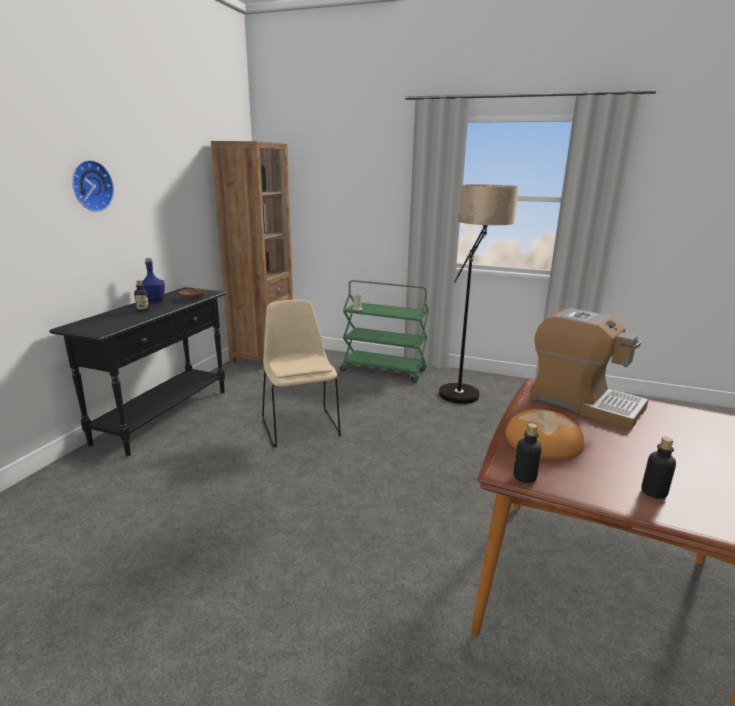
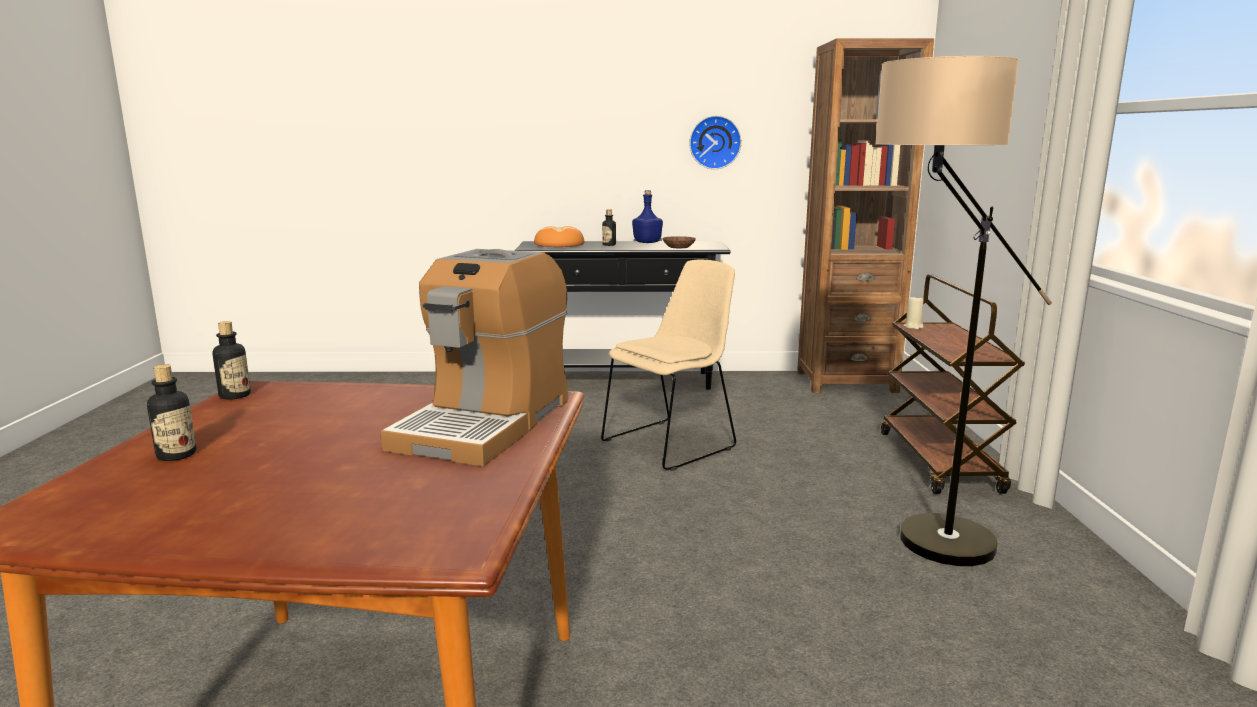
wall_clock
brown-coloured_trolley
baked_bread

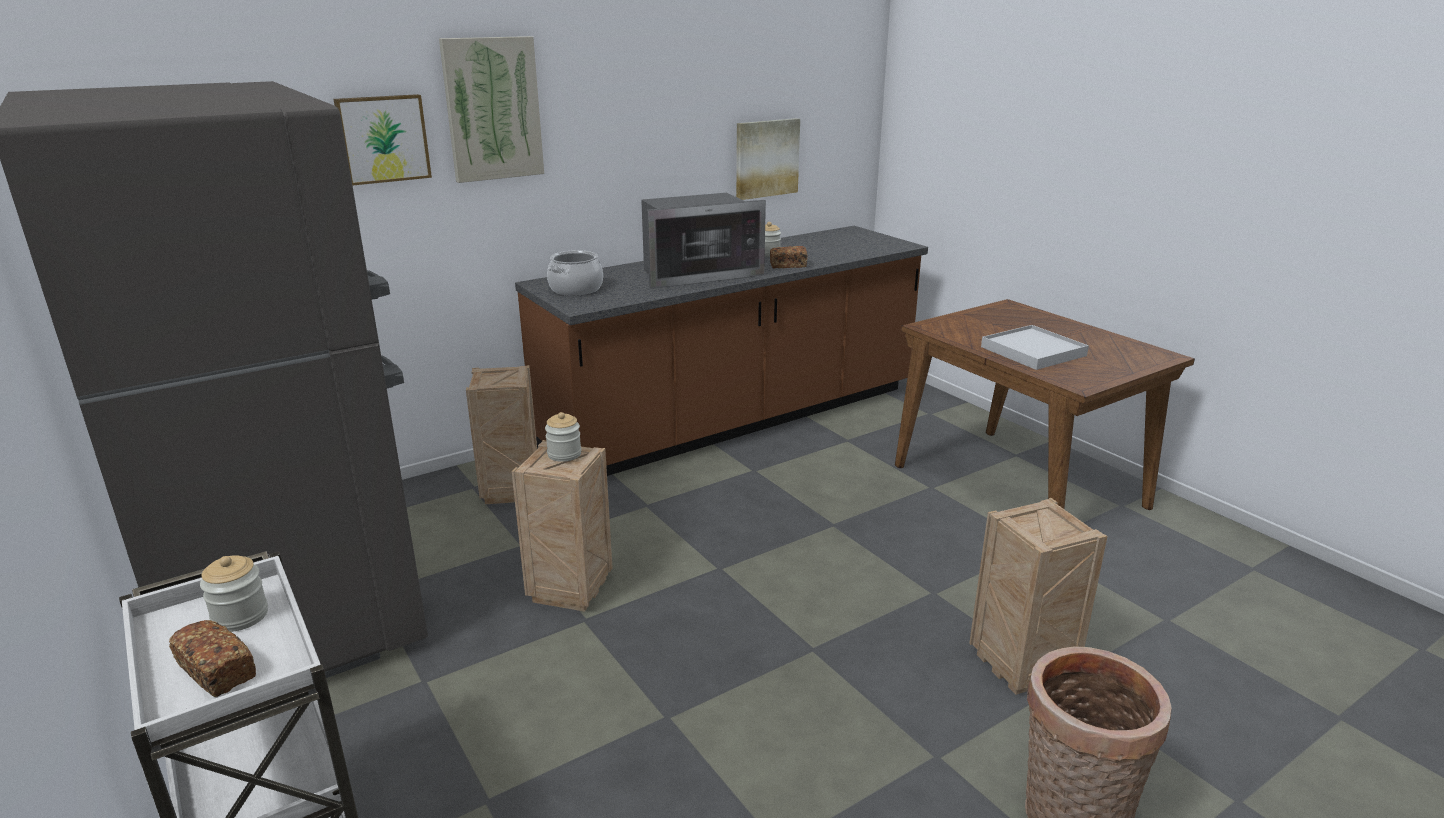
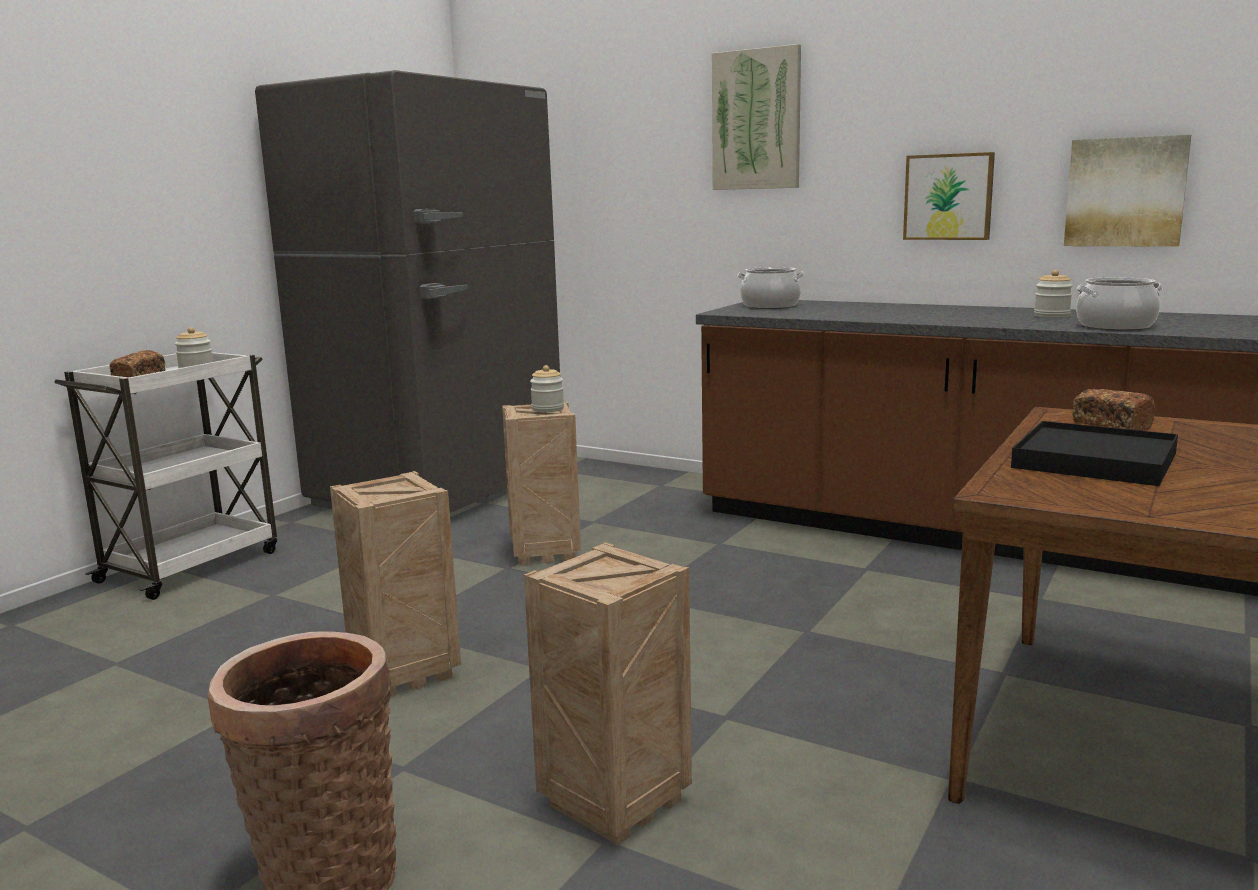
wall_art (2nd from left)
crate (1st from left)
microwave_oven
baked_bread (2nd from left)
blackish_carrying_tray
cooking_pot (2nd from left)

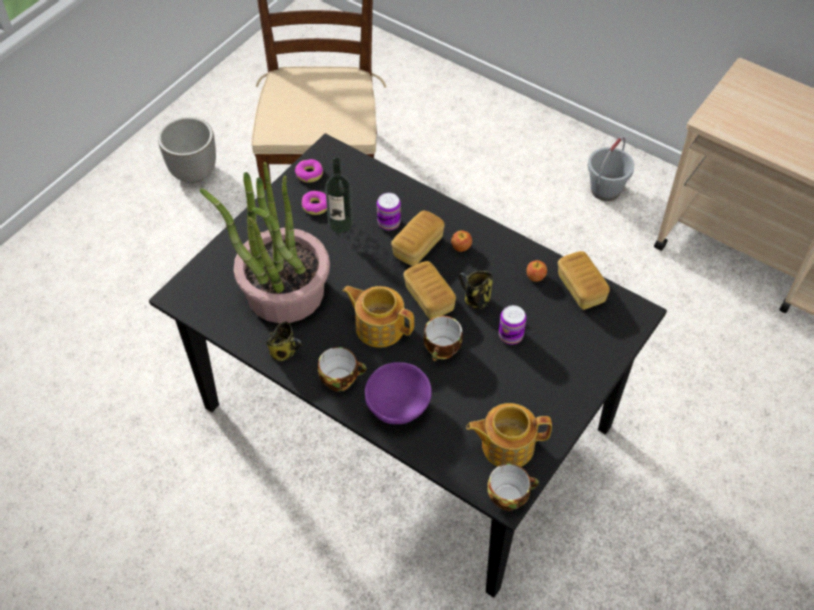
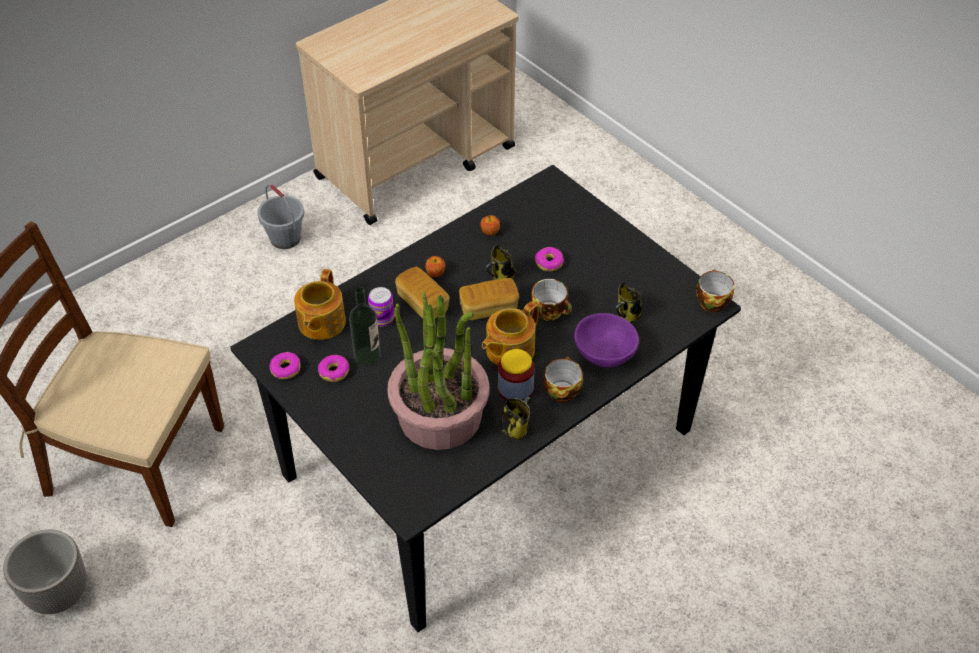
teapot (1st from left)
doughnut (3rd from left)
baked_bread (3rd from left in the first image)
jar
tea_mug (3rd from left)

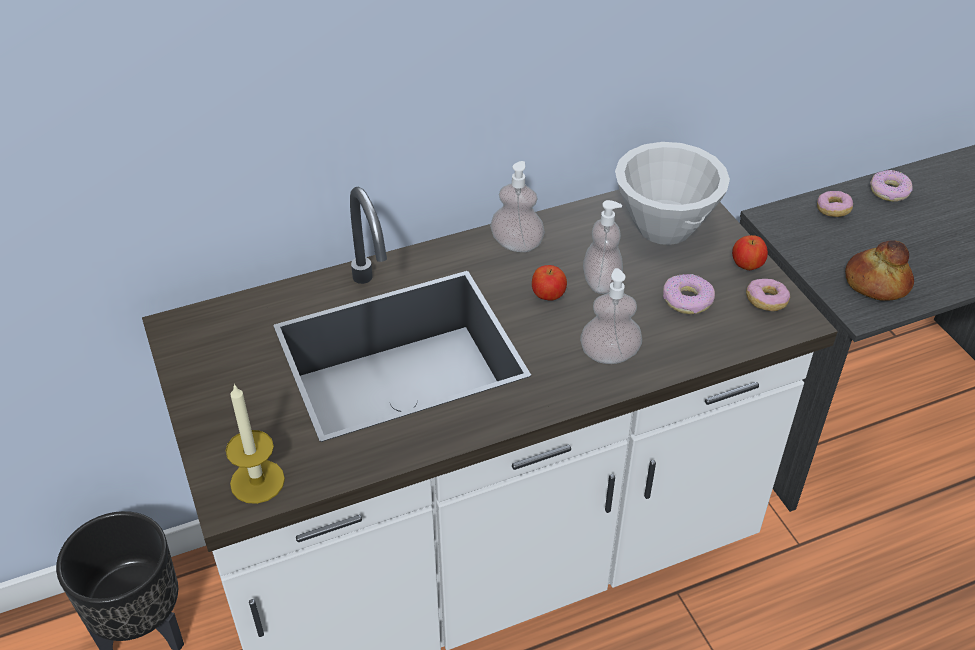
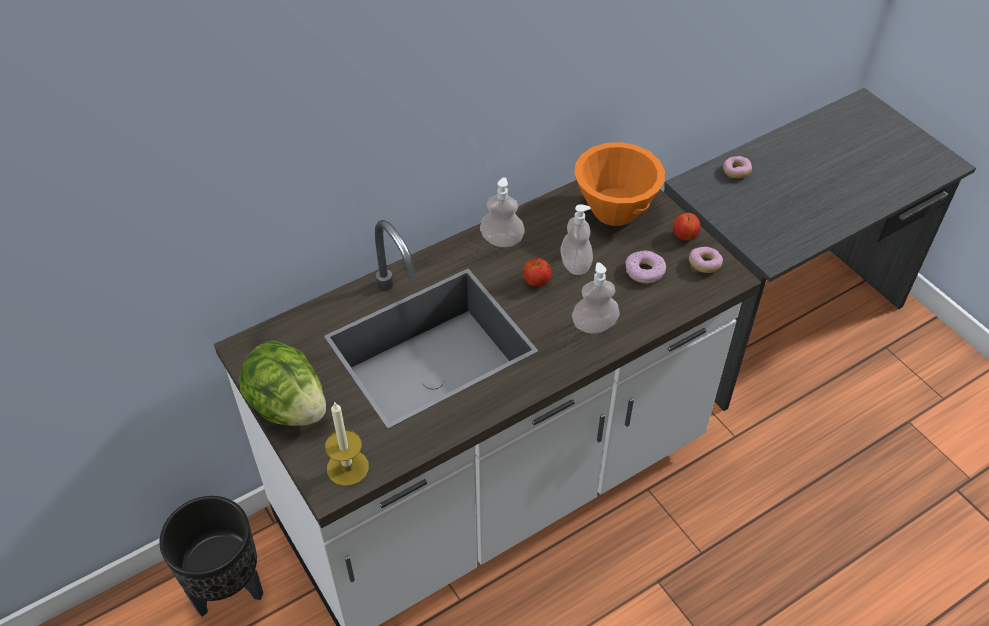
orange-coloured_serving_bowl
baked_bread
doughnut (4th from left in the first image)
lettuce

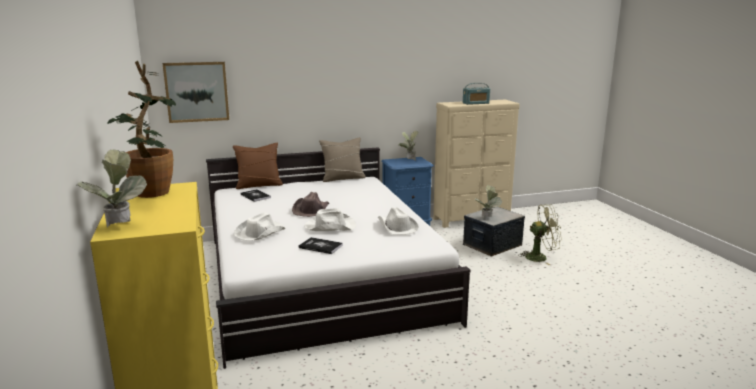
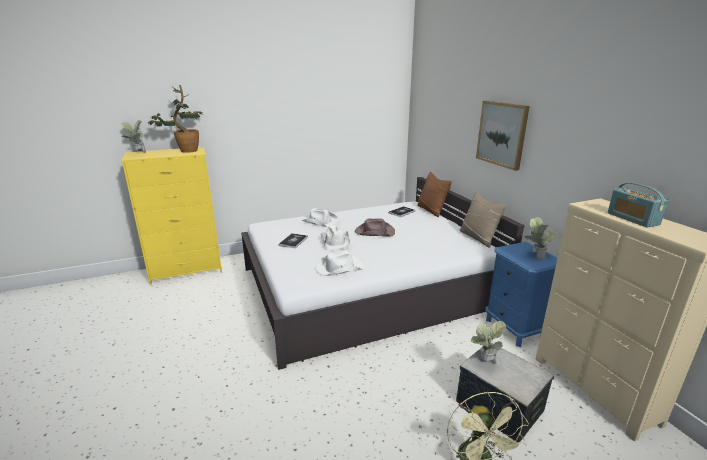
wall_art

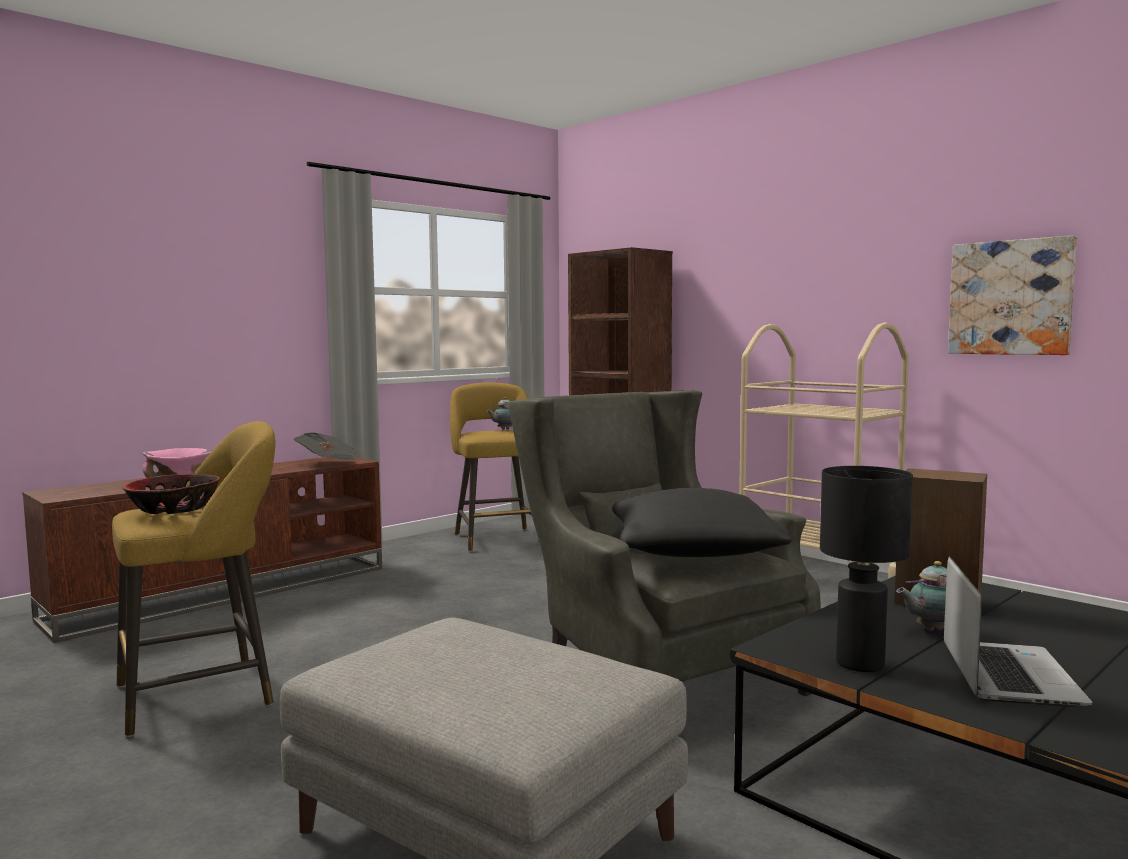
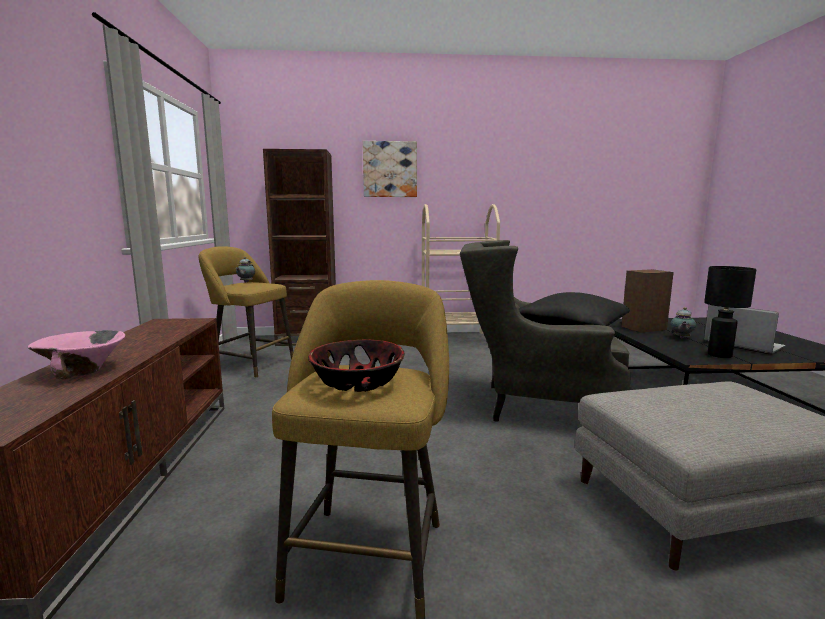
newspaper
wall_art

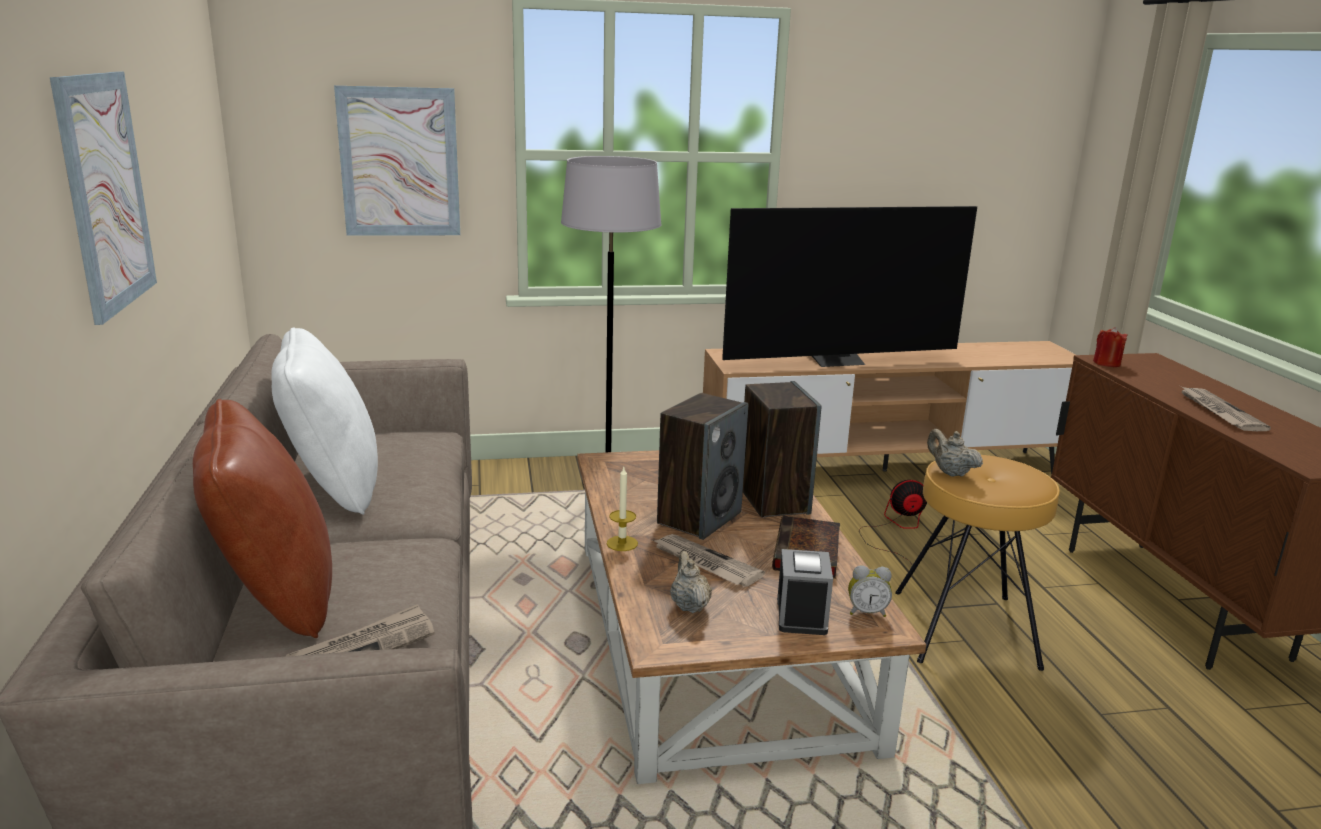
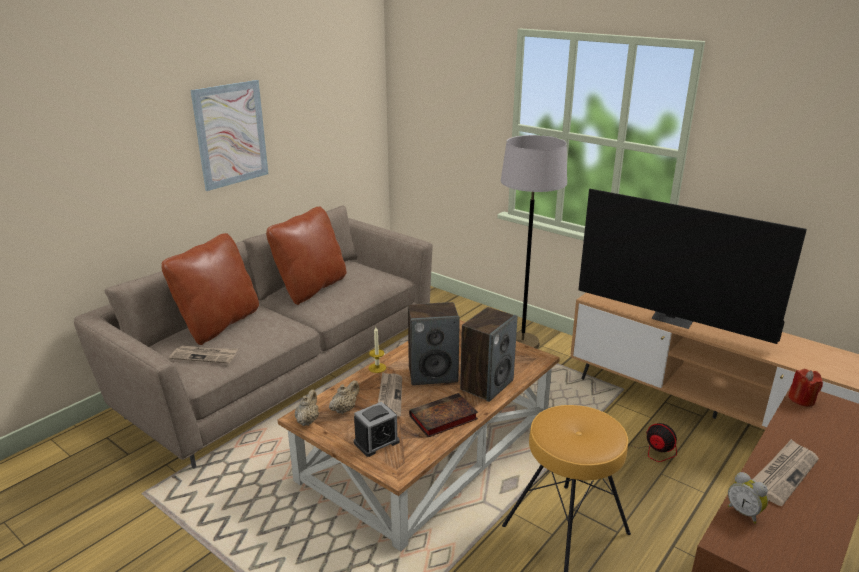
brown-coloured_pillow (2nd from left)
wall_art (2nd from left in the first image)
table_clock (2nd from left)
beige-coloured_teapot (1st from left)

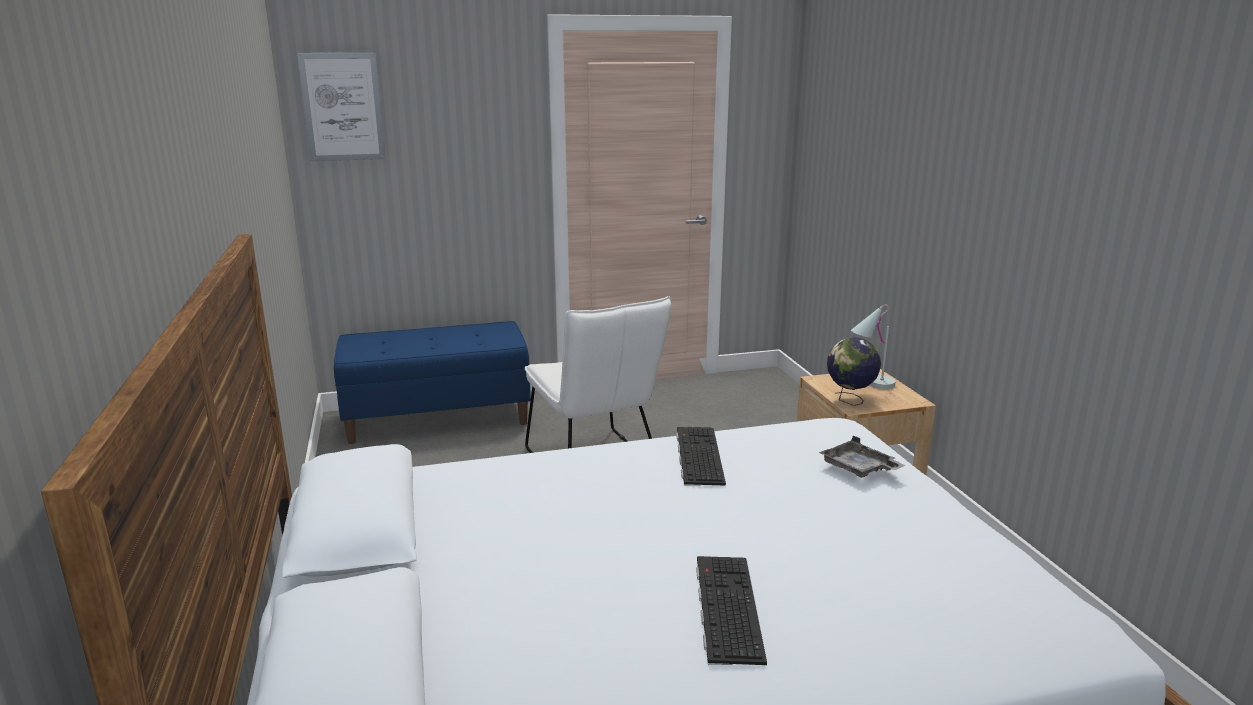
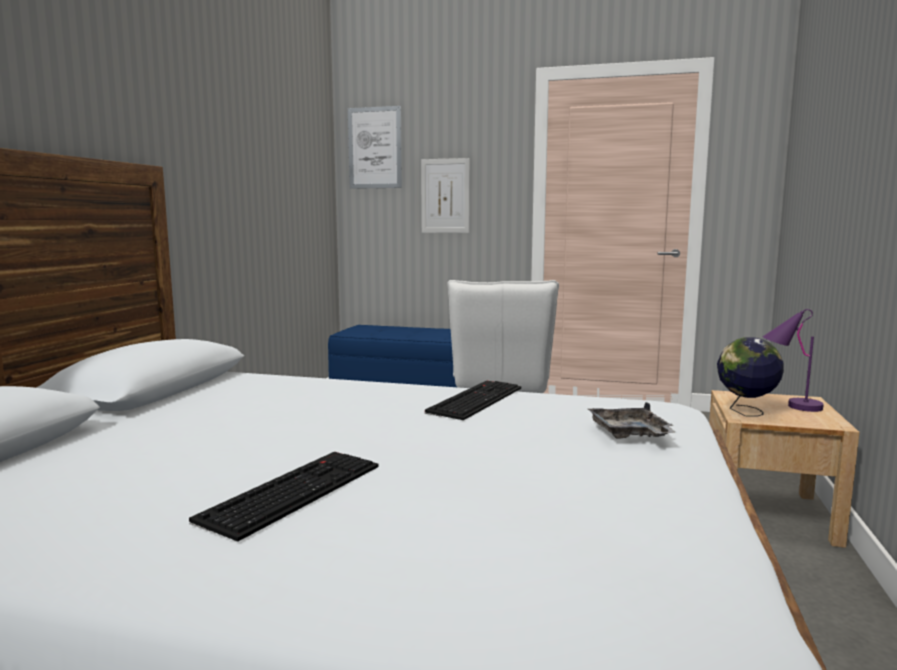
purplish_table_lamp
wall_art (2nd from left)

